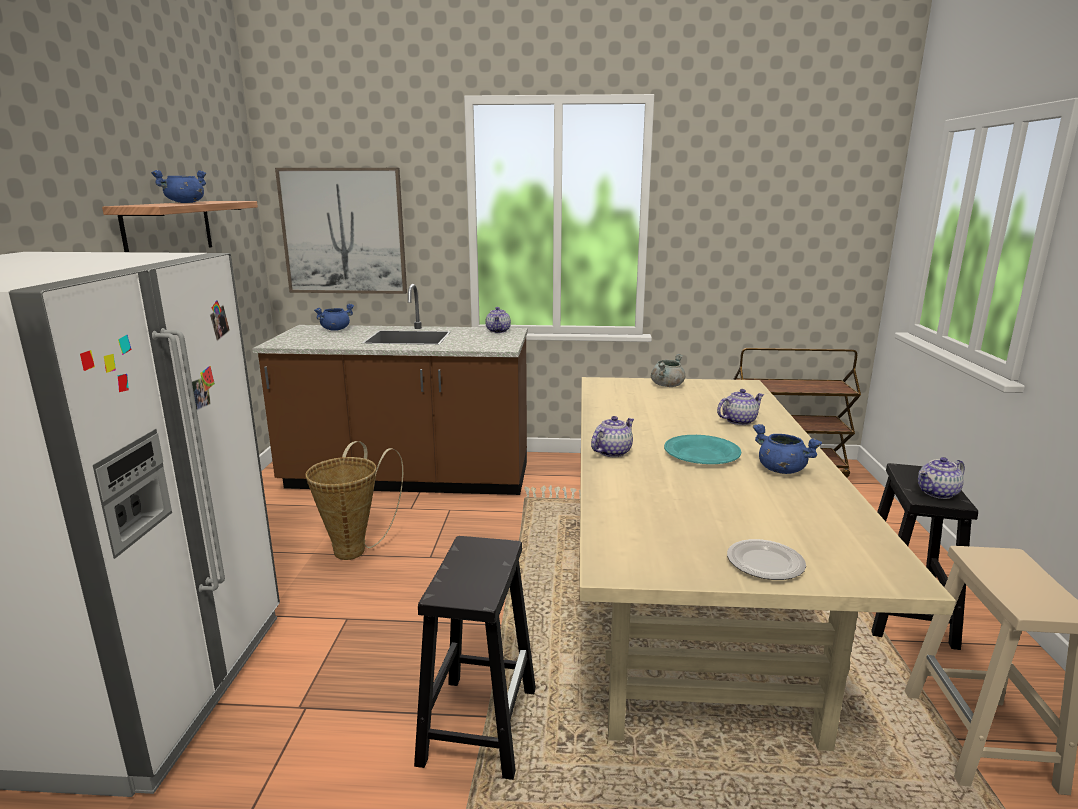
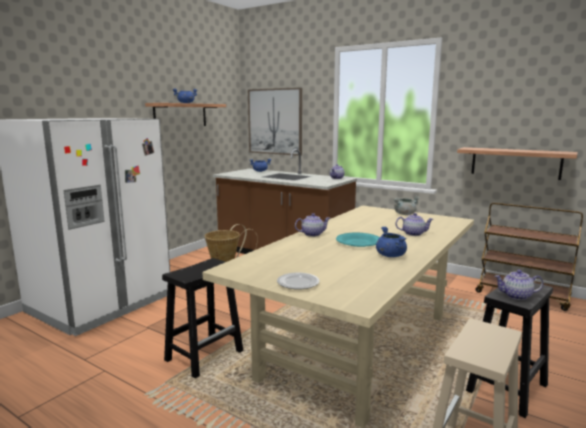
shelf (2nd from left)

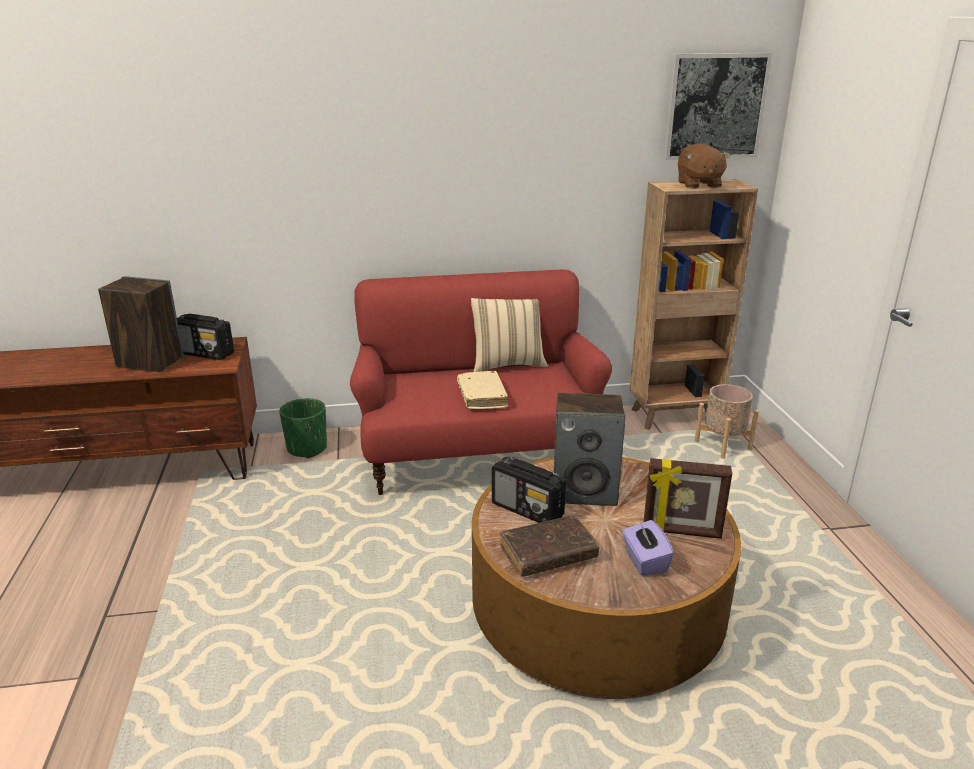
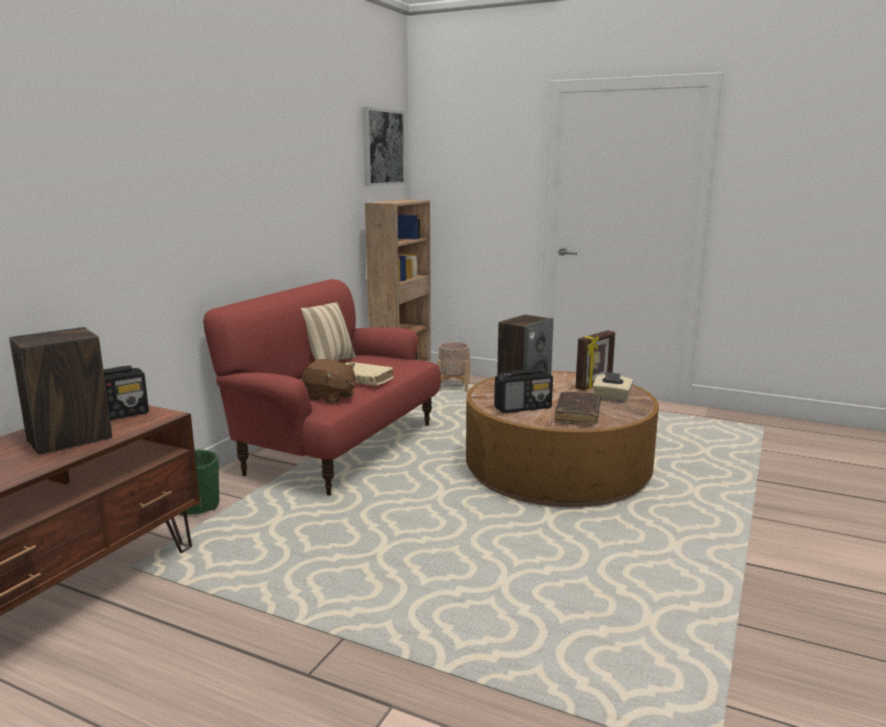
beige-coloured_tissue_holder
brown-coloured_cuddly_toy

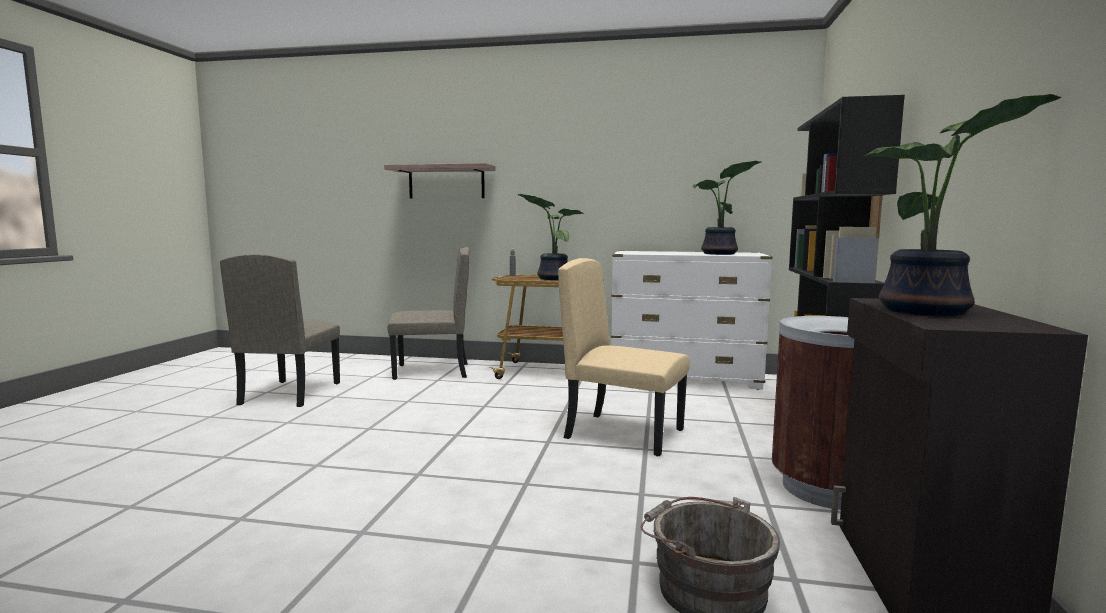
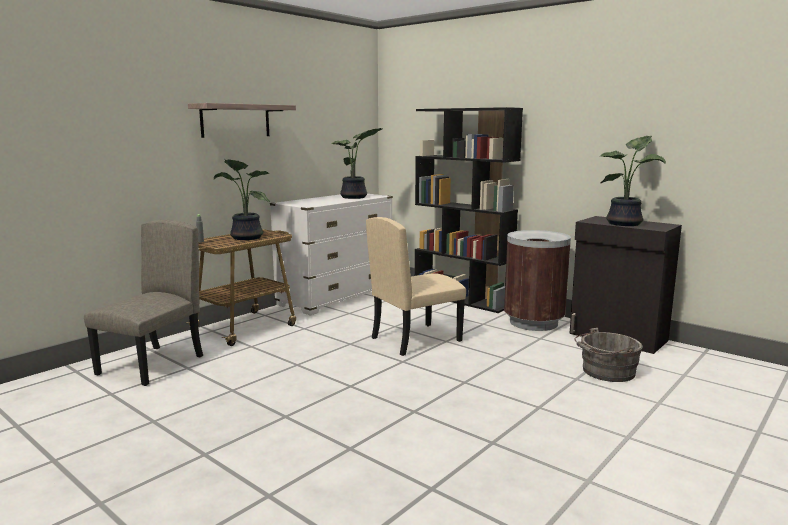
beige-coloured_plain_chair (1st from left in the first image)
shelf

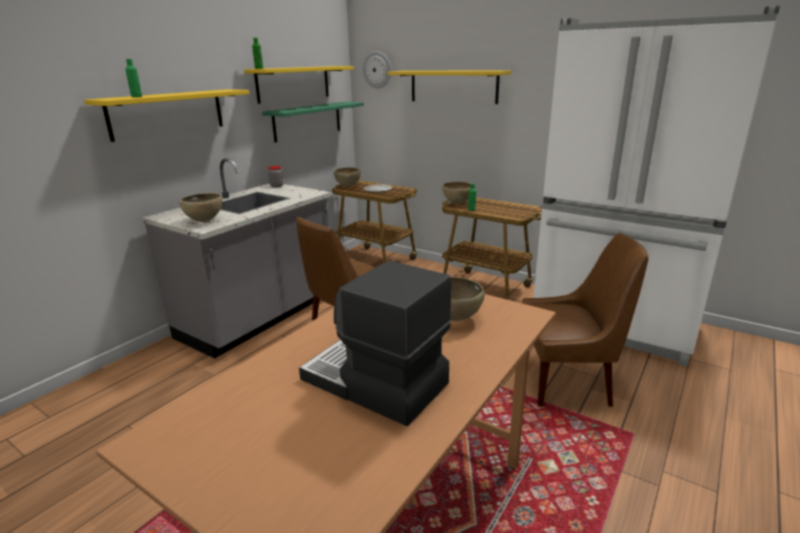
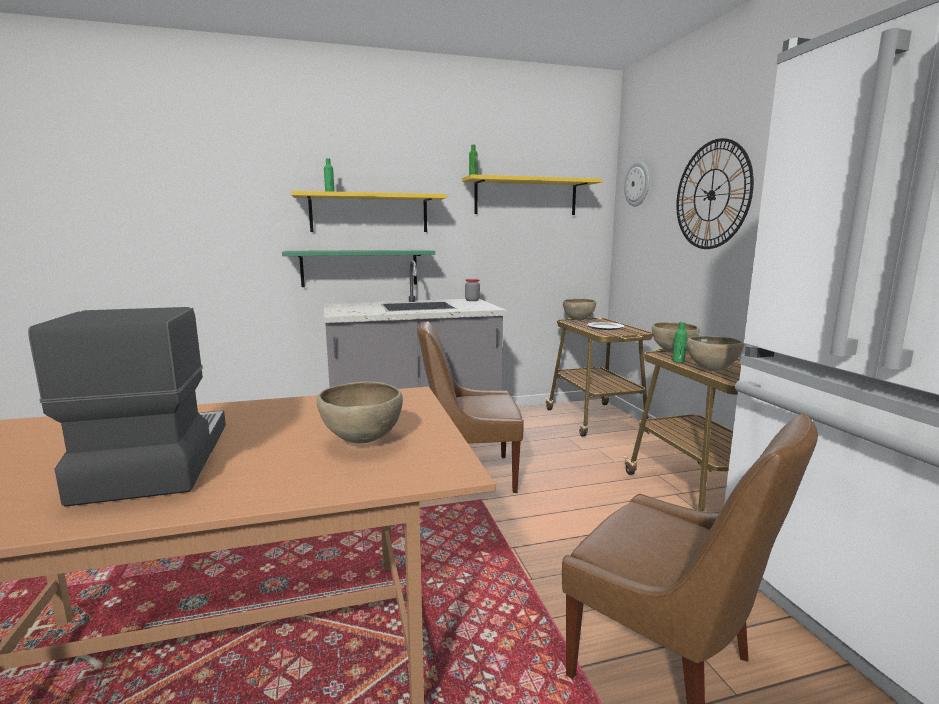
brown-coloured_serving_bowl (4th from left)
green_shelf
wall_clock (2nd from left)

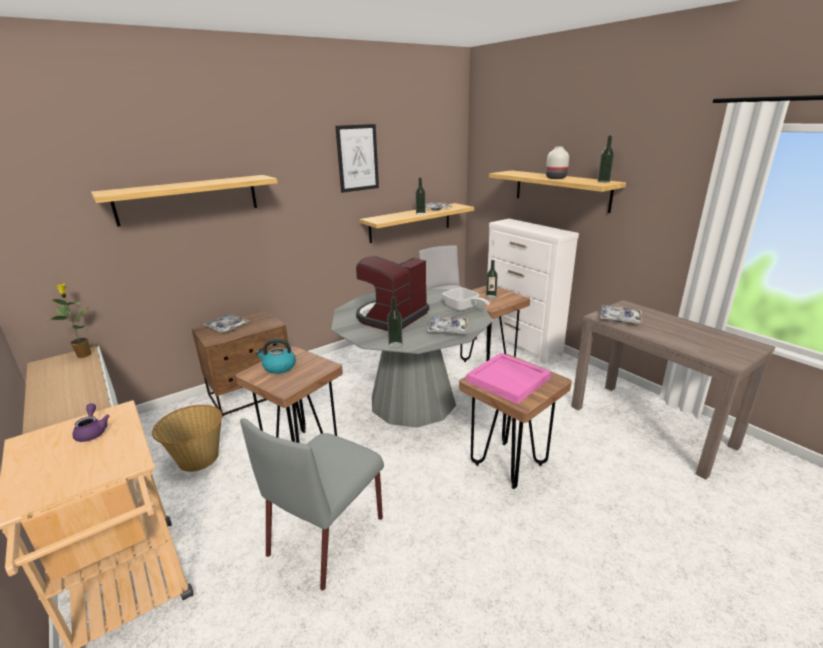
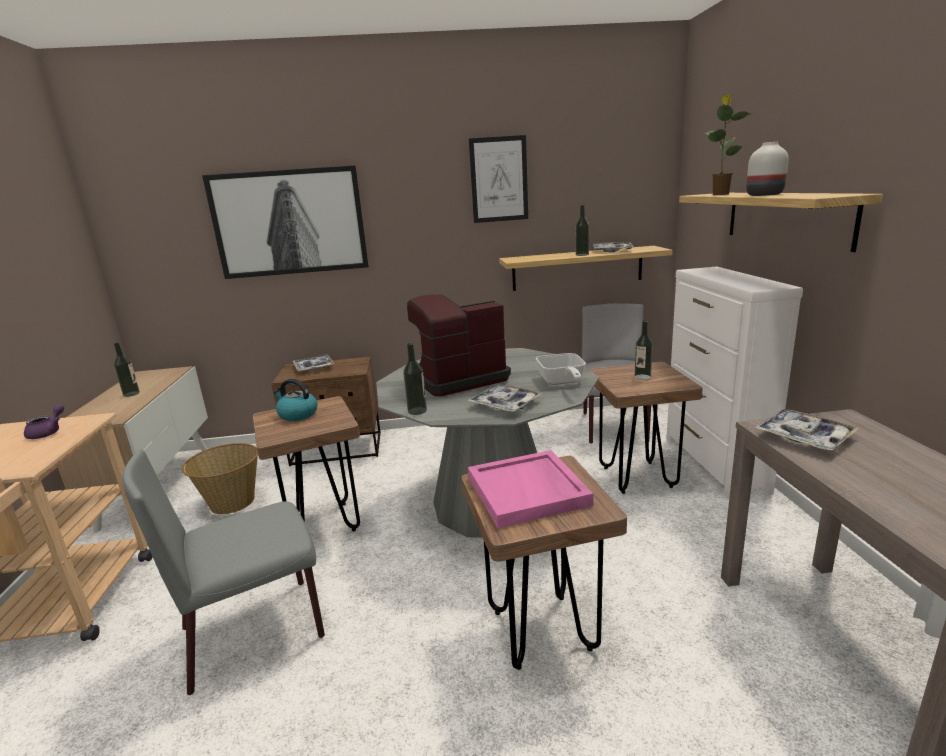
potted_plant
wall_art (1st from left)
drink_bottle (1st from left)

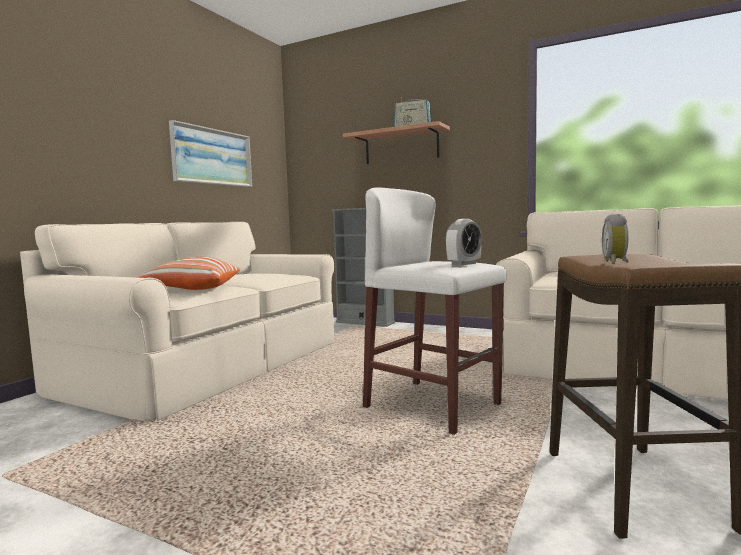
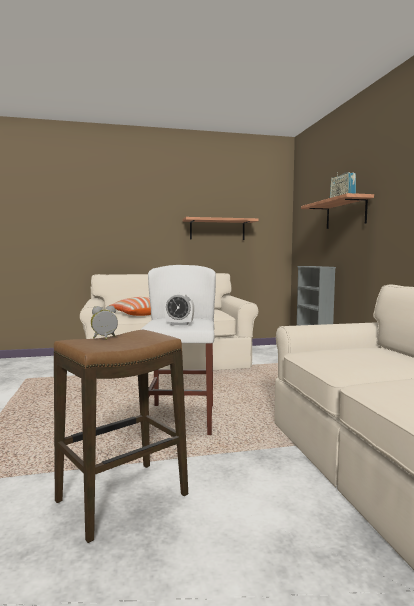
shelf (1st from left)

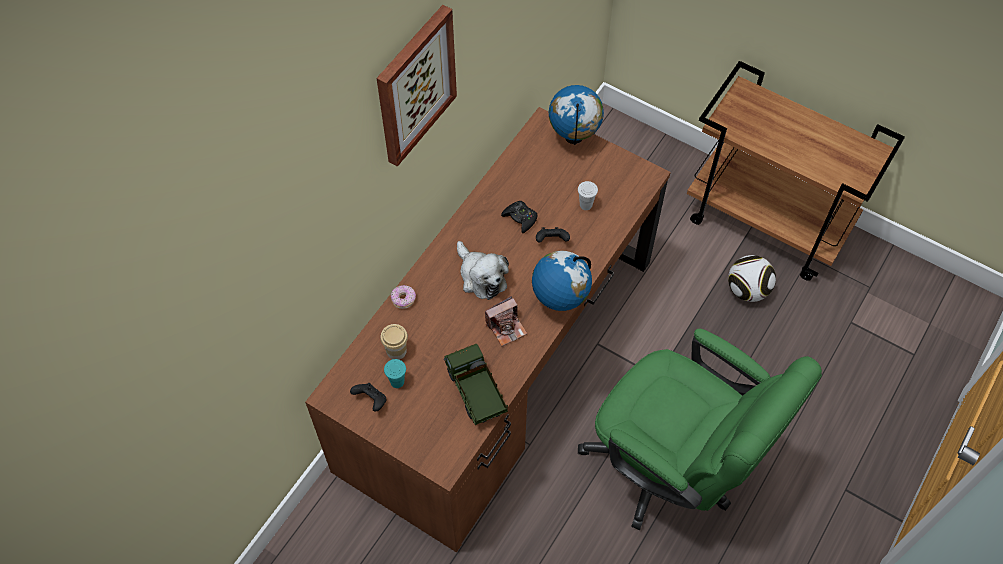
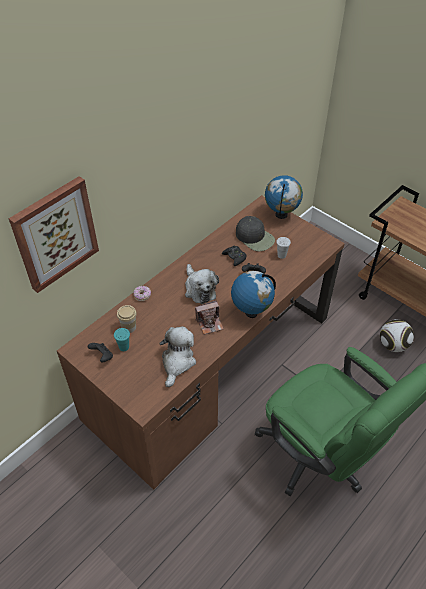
wall_art
cuddly_toy (1st from left)
blackish_baseball_cap

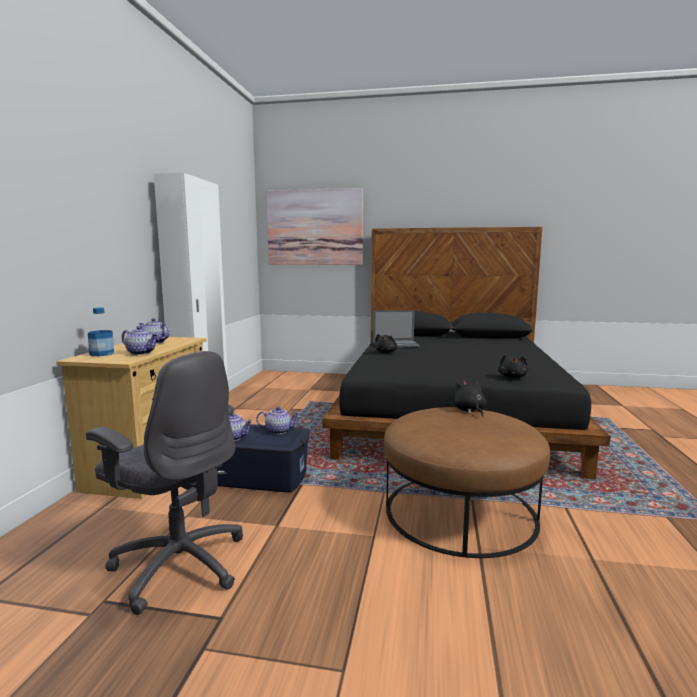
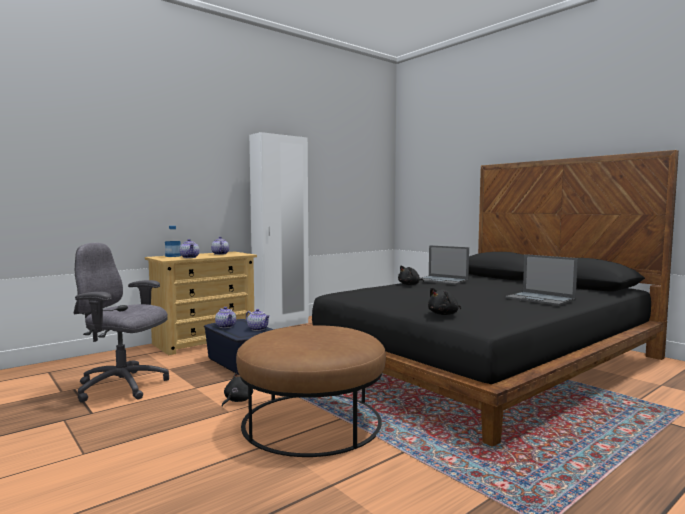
greyish_computer_chair
wall_art
blackish_cuddly_toy (1st from left)
portable_computer (2nd from left)

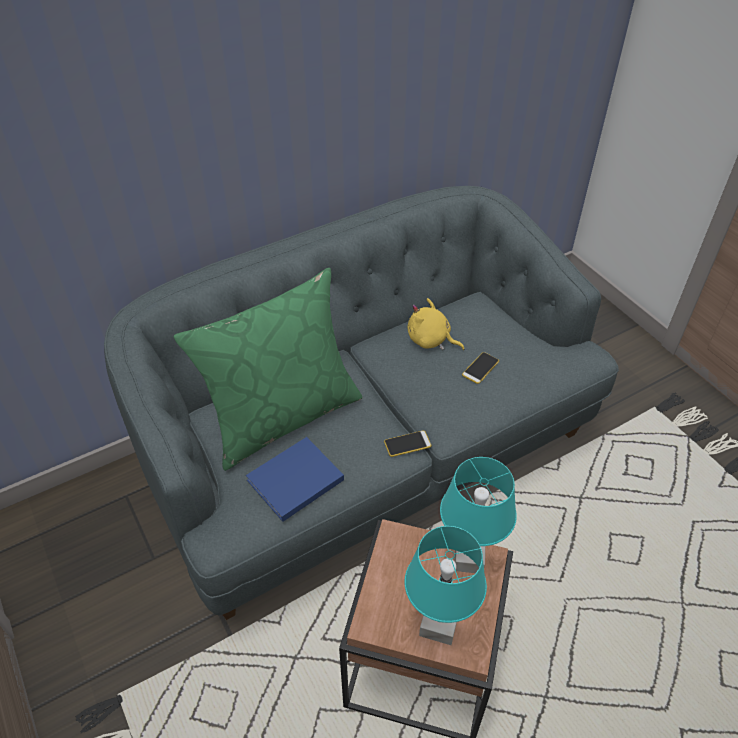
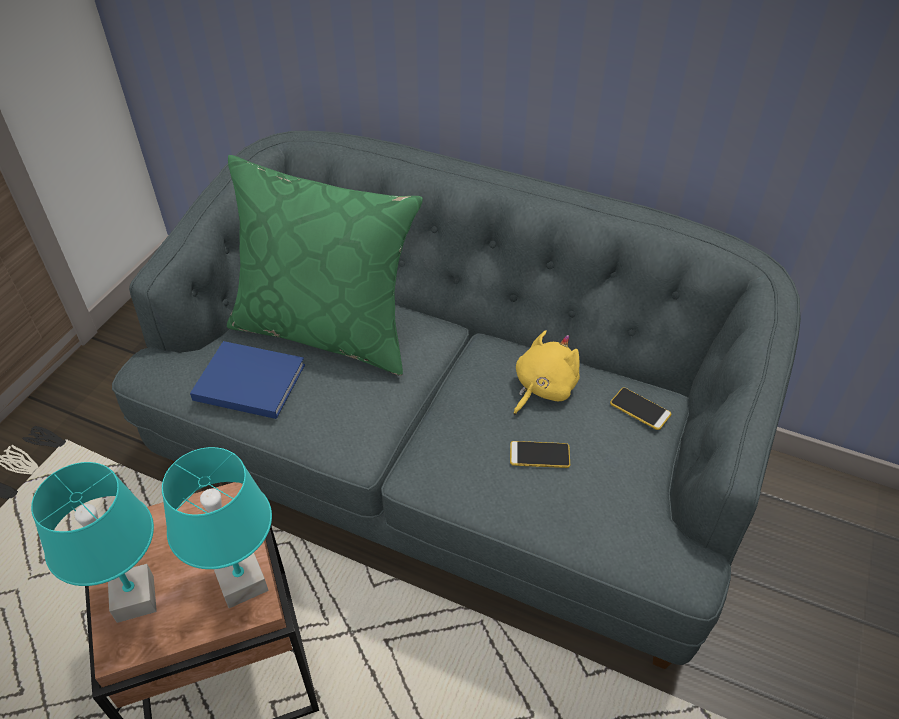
phone (2nd from left)
yellow_cuddly_toy

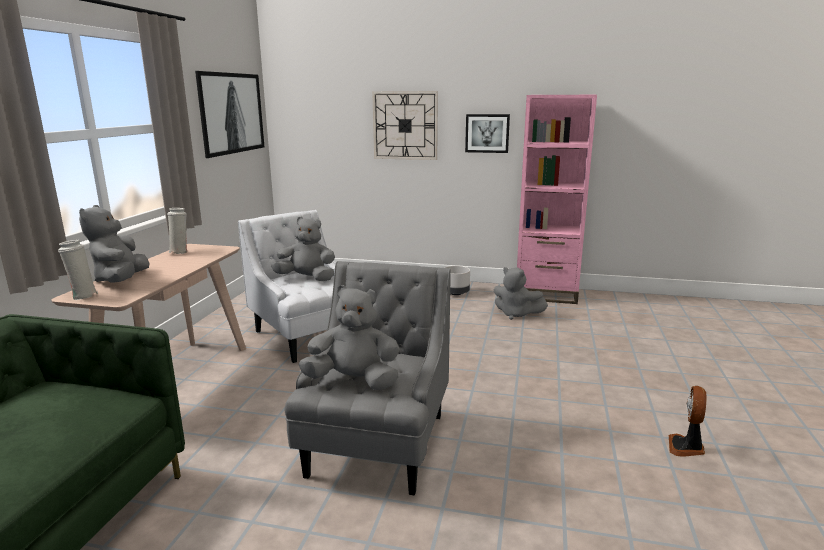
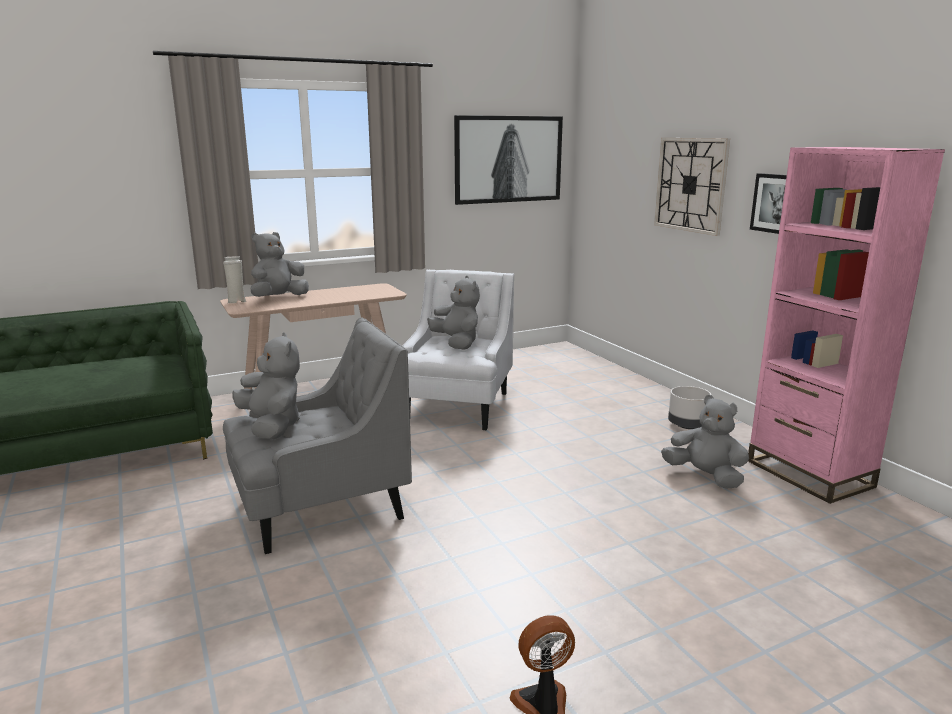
white-coloured_decorative_vase (2nd from left in the first image)
greyish_cuddly_toy (4th from left)

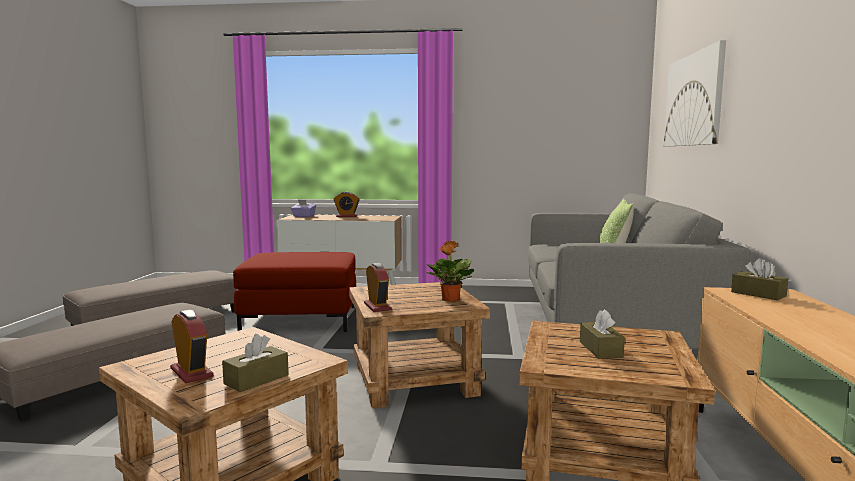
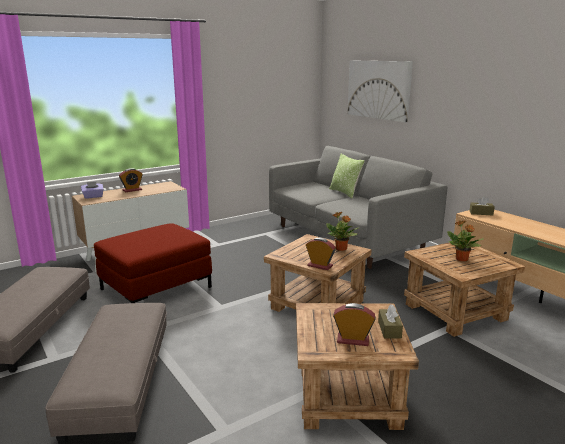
potted_plant (2nd from left)

